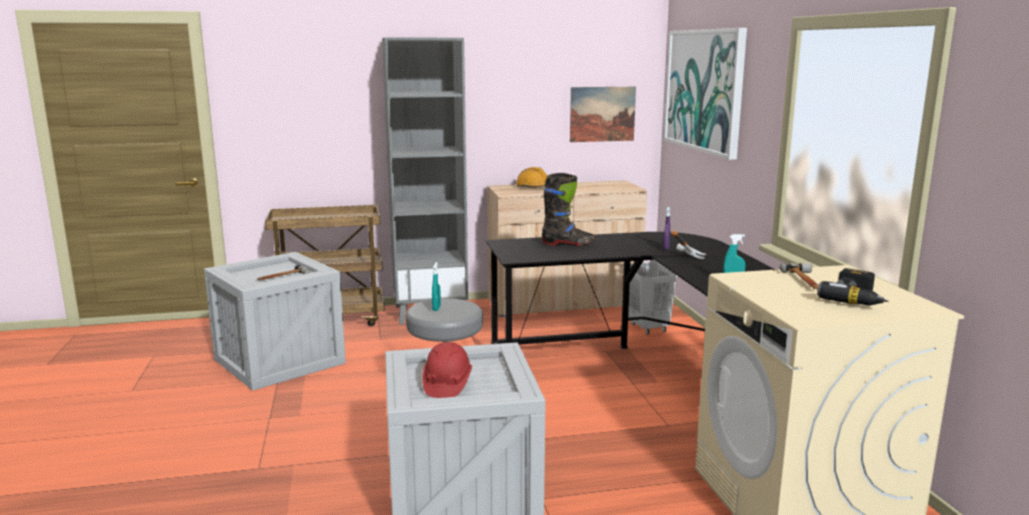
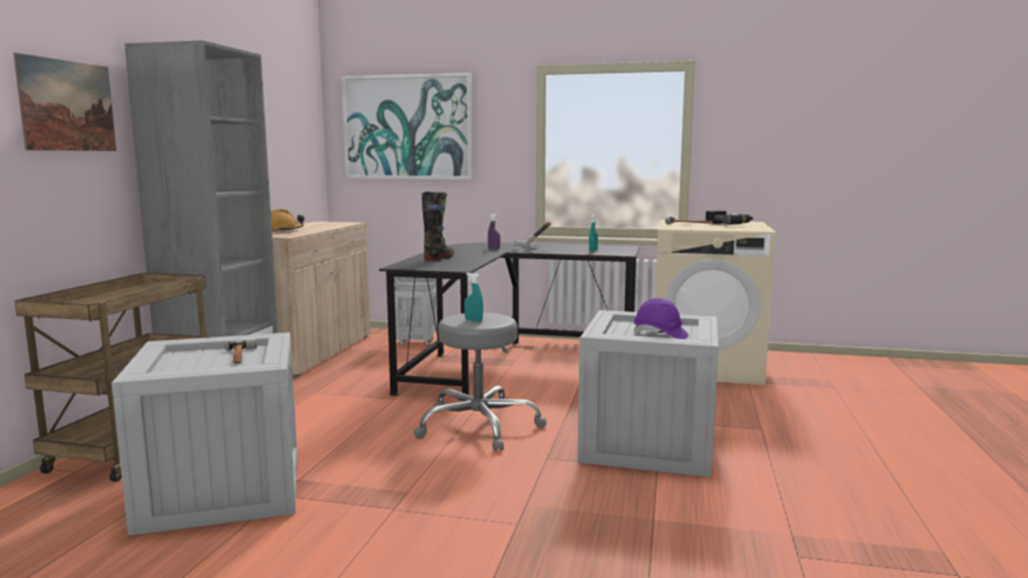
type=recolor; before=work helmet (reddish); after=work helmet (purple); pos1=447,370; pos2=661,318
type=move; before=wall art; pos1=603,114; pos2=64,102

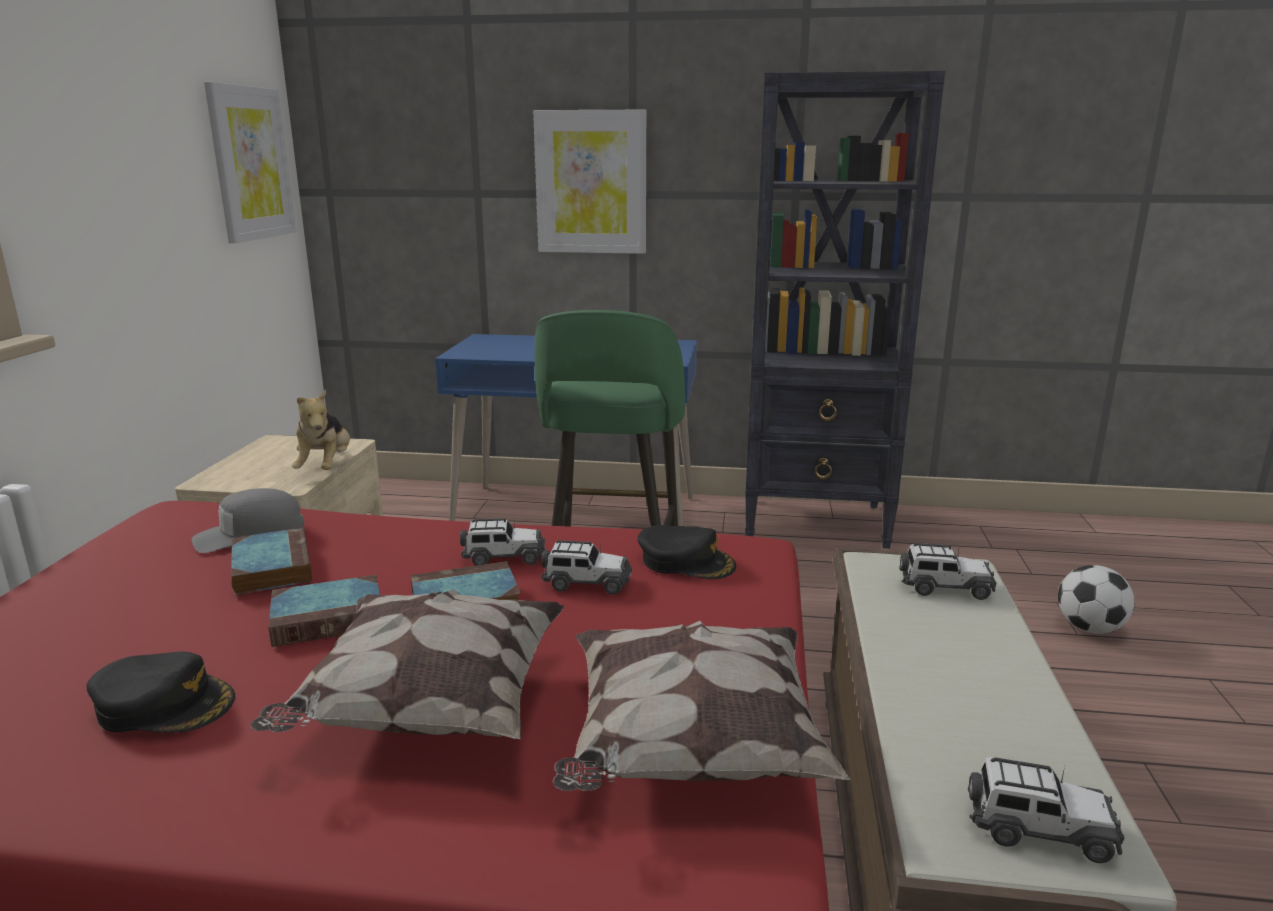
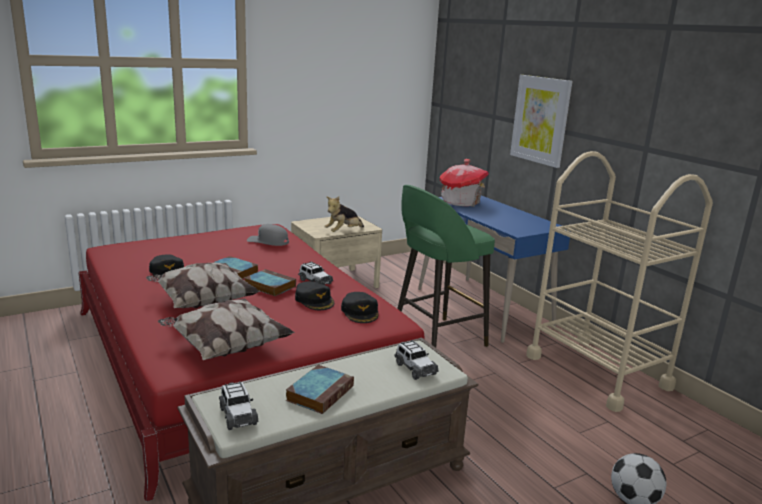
type=delete; before=wall art; pos1=250,162
type=move; before=volume; pos1=271,561; pos2=320,389
type=replace; before=model car; after=peaked cap (blackish); pos1=586,567; pos2=314,295
type=replace; before=bookcase (blackish); after=wheeled cart (beige); pos1=845,310; pos2=619,281
type=insert; after=miniature house; pos2=464,183

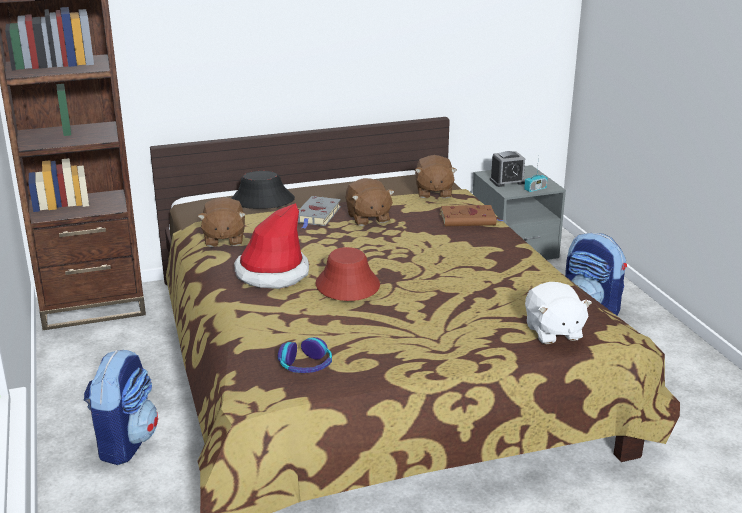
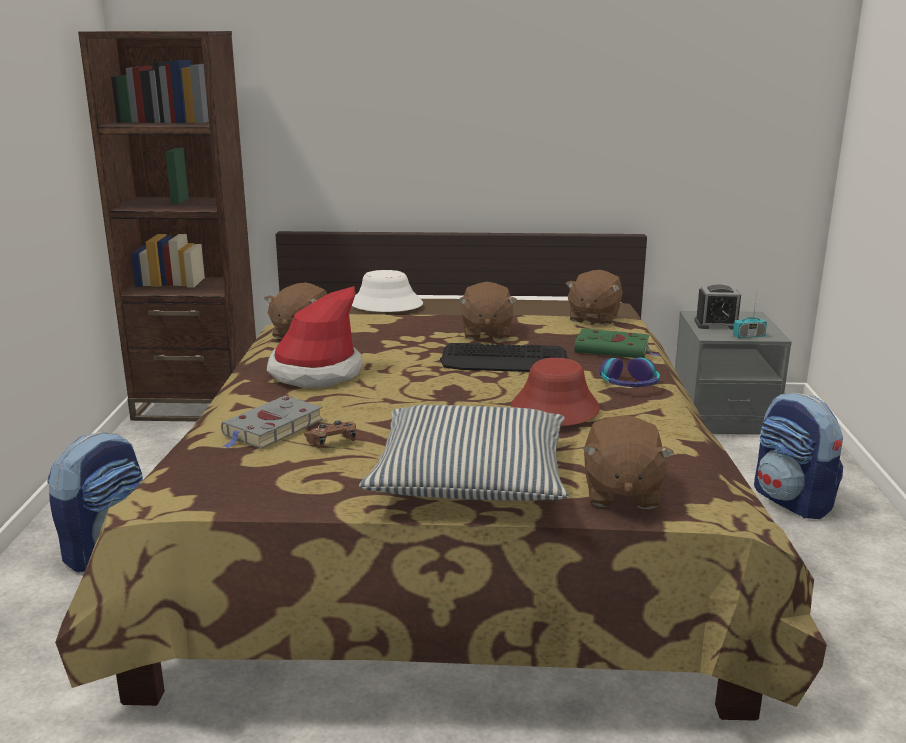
type=recolor; before=wearable hat (blackish); after=wearable hat (white); pos1=263,190; pos2=387,291
type=move; before=headset; pos1=305,355; pos2=630,372
type=move; before=volume (greyish); pos1=319,212; pos2=272,422
type=move; before=wearable hat (reddish); pos1=348,274; pos2=555,392
type=recolor; before=volume (brownish); after=volume (green-coloured); pos1=472,215; pos2=617,343
type=recolor; before=plush toy (white); after=plush toy (brownish); pos1=558,313; pos2=628,462
type=insert; after=joypad (brownish); pos2=330,434
type=insert; after=pillow; pos2=463,453
type=insert; after=PC keyboard; pos2=503,357

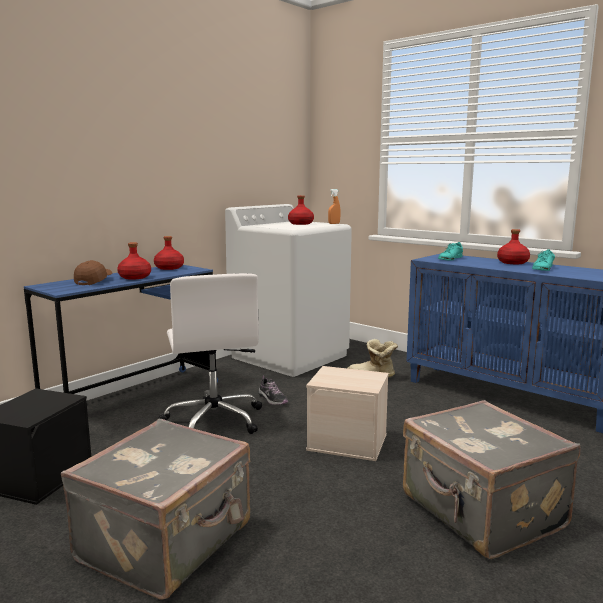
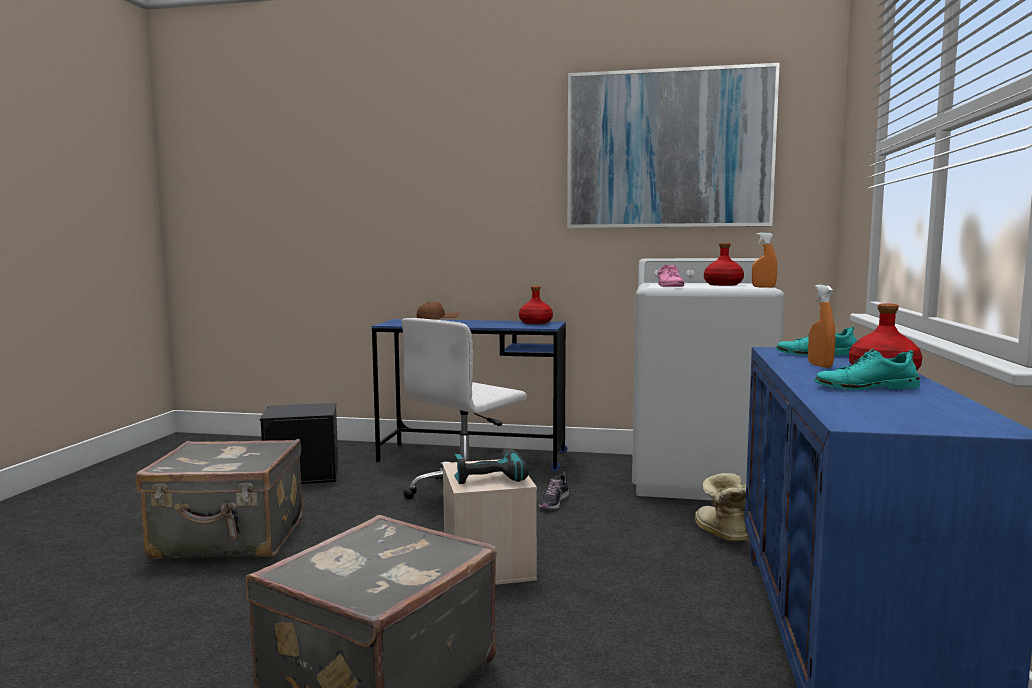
type=delete; before=beverage bottle (reddish); pos1=134,261
type=insert; after=electric drill; pos2=491,466
type=insert; after=wall art; pos2=673,145
type=insert; after=item of footwear (pinkish); pos2=671,276
type=insert; after=spray bottle (orange-coloured); pos2=821,326

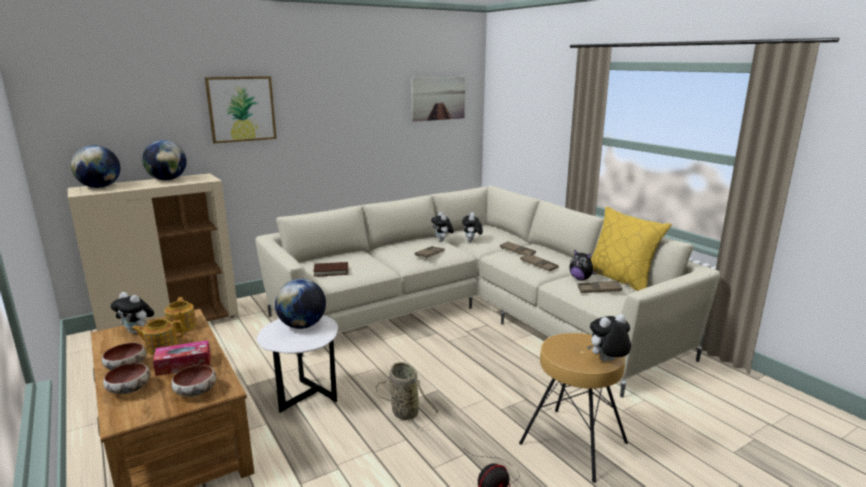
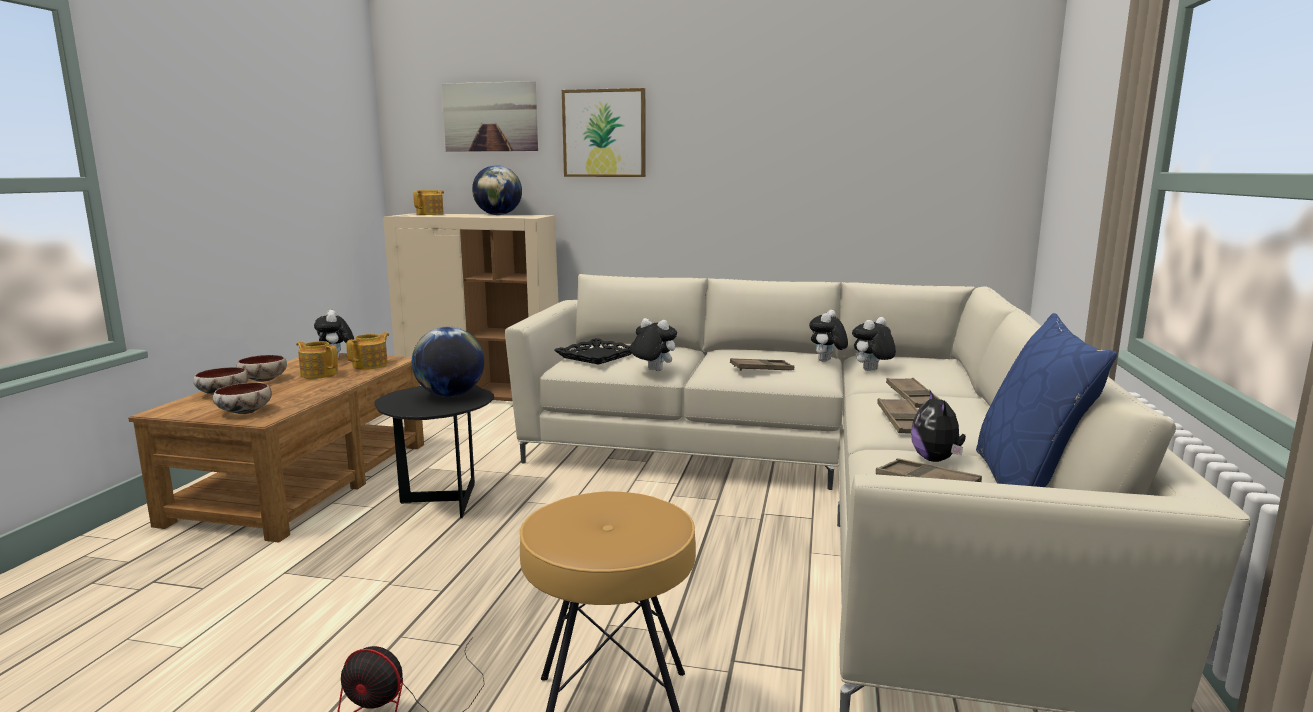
type=replace; before=desk globe; after=pot for tea; pos1=95,166; pos2=428,202
type=delete; before=tissue holder; pos1=182,358
type=recolor; before=side table (white); after=side table (blackish); pos1=297,364; pos2=434,451
type=replace; before=volume (brownish); after=serving tray (blackish); pos1=330,269; pos2=593,351
type=delete; before=storage basket; pos1=407,395
type=move; before=wall art; pos1=438,99; pos2=490,116
type=move; before=plush toy; pos1=609,337; pos2=653,344
type=recolor; before=pillow (yellow-coloured); after=pillow (blue-coloured); pos1=631,248; pos2=1046,400

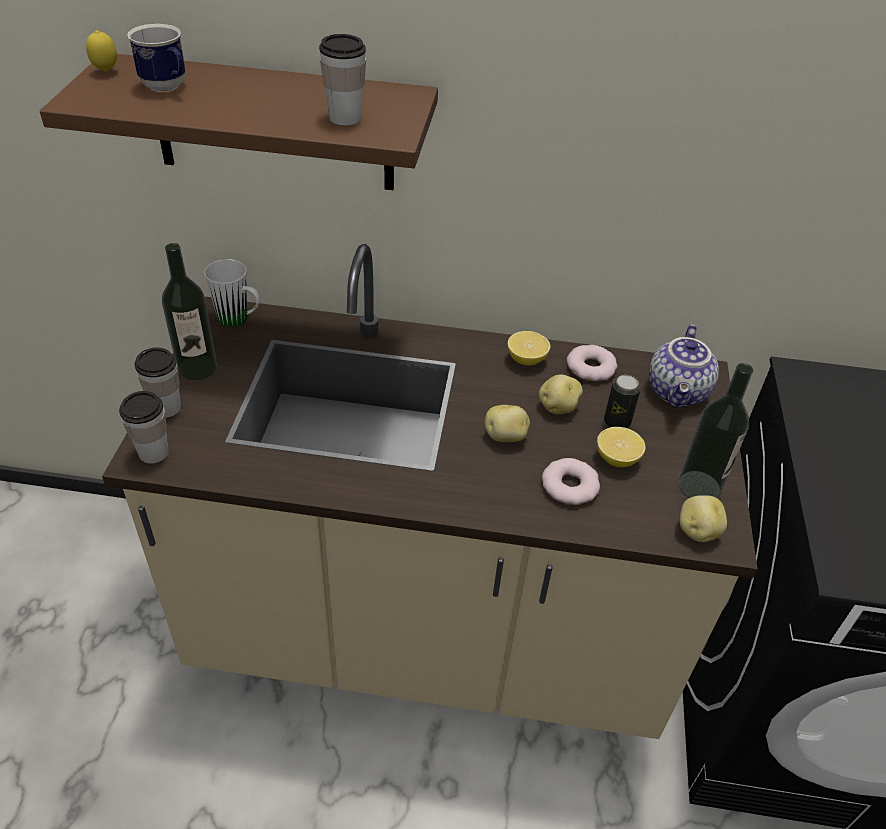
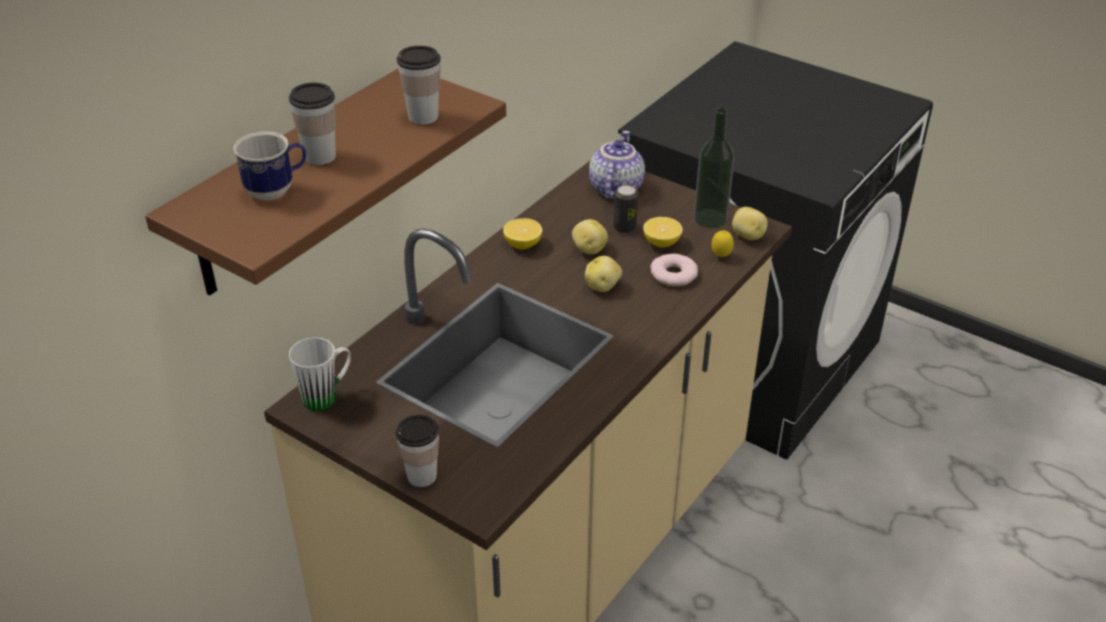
type=move; before=whole lemon; pos1=101,51; pos2=722,243
type=move; before=cup; pos1=144,427; pos2=312,123
type=delete; before=beverage bottle; pos1=189,311
type=delete; before=donut; pos1=591,363
type=rotate; before=pot for tea; pos1=684,366; pos2=617,165; turn=-120

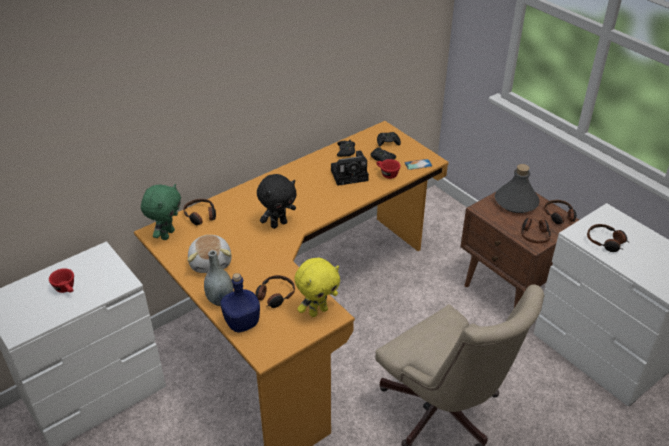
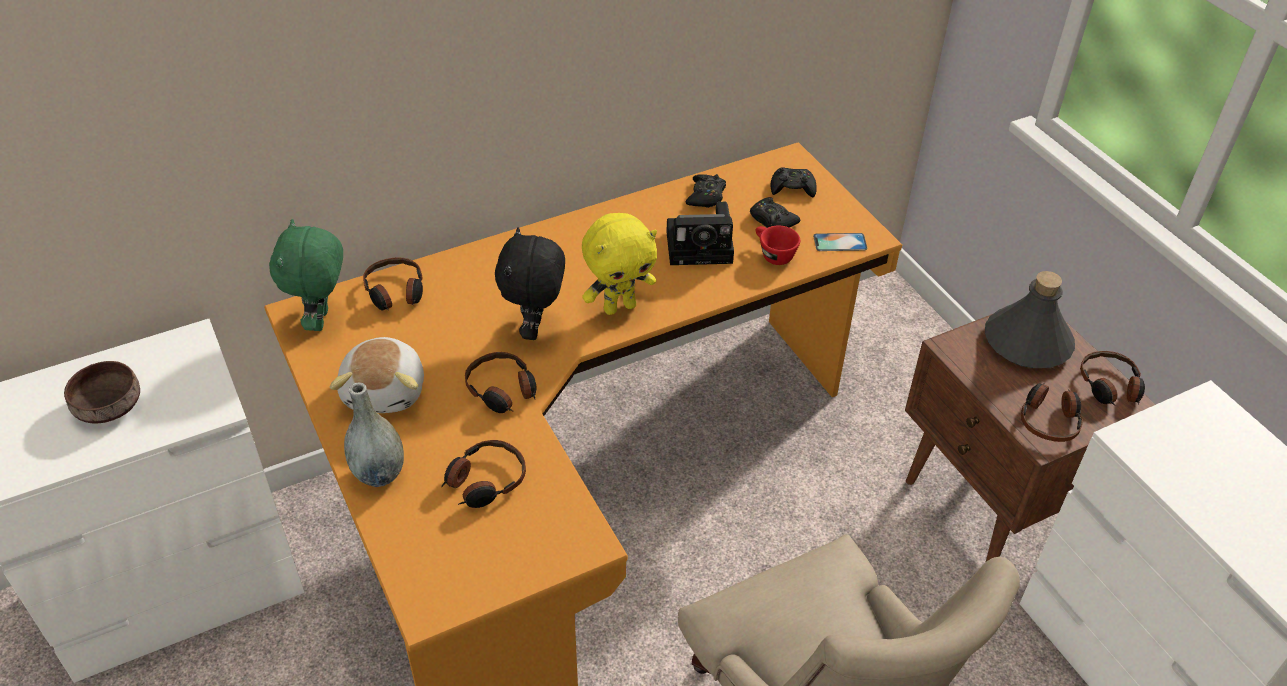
type=replace; before=cup (reddish); after=deep dish (brownish); pos1=61,280; pos2=102,392
type=rotate; before=plush toy (green-coloured); pos1=161,212; pos2=306,275; turn=150
type=delete; before=beverage bottle (blue-coloured); pos1=240,303
type=rotate; before=plush toy (blackish); pos1=277,201; pos2=530,283; turn=120
type=move; before=plush toy (yellow-coloured); pos1=317,287; pos2=619,264
type=move; before=headset; pos1=607,238; pos2=501,382

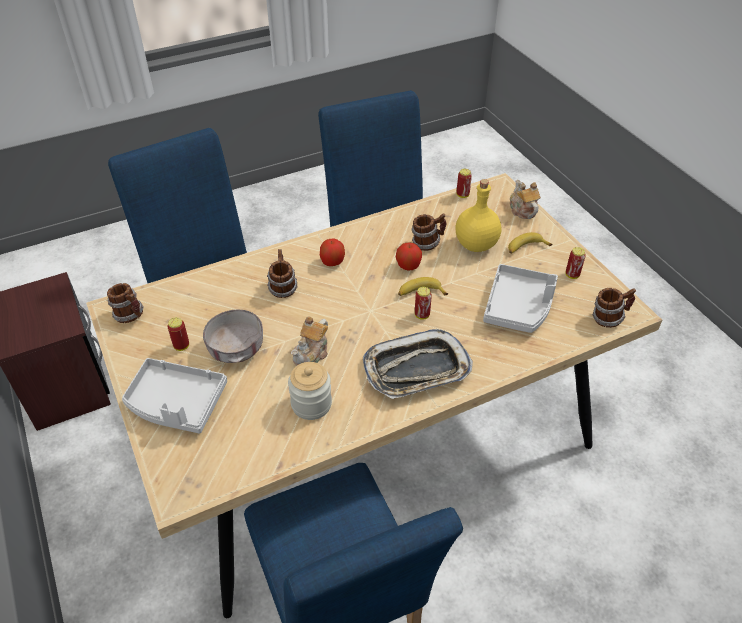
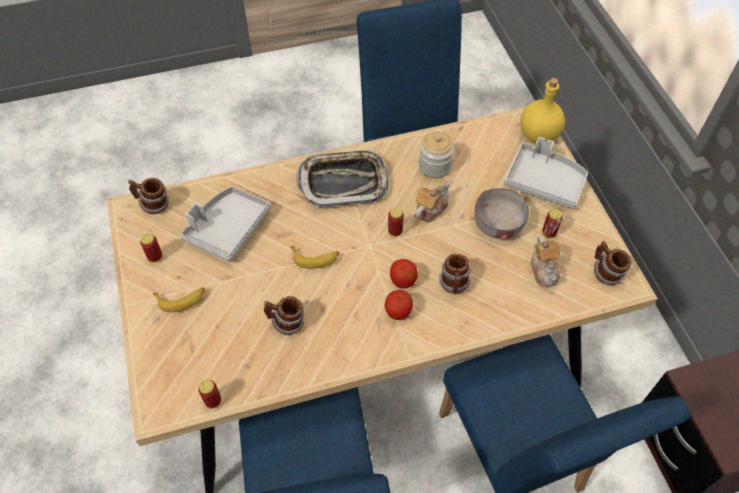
type=move; before=whole apple; pos1=409,256; pos2=404,274
type=move; before=metal can; pos1=423,303; pos2=396,222
type=move; before=beverage bottle (yellow-coloured); pos1=478,215; pos2=542,110
type=move; before=pot for tea; pos1=525,199; pos2=546,261

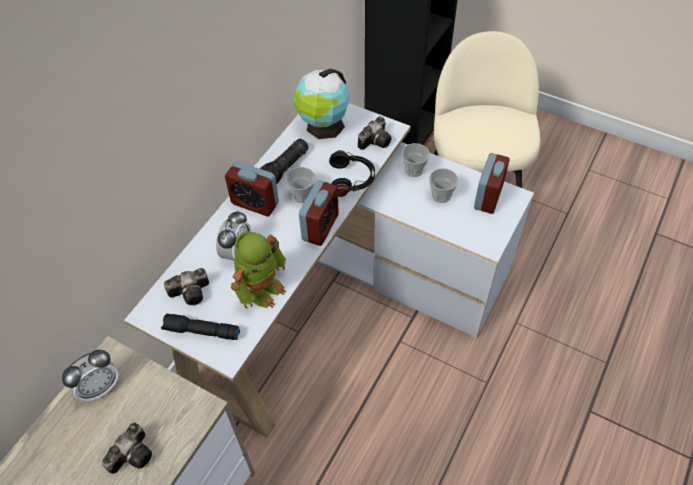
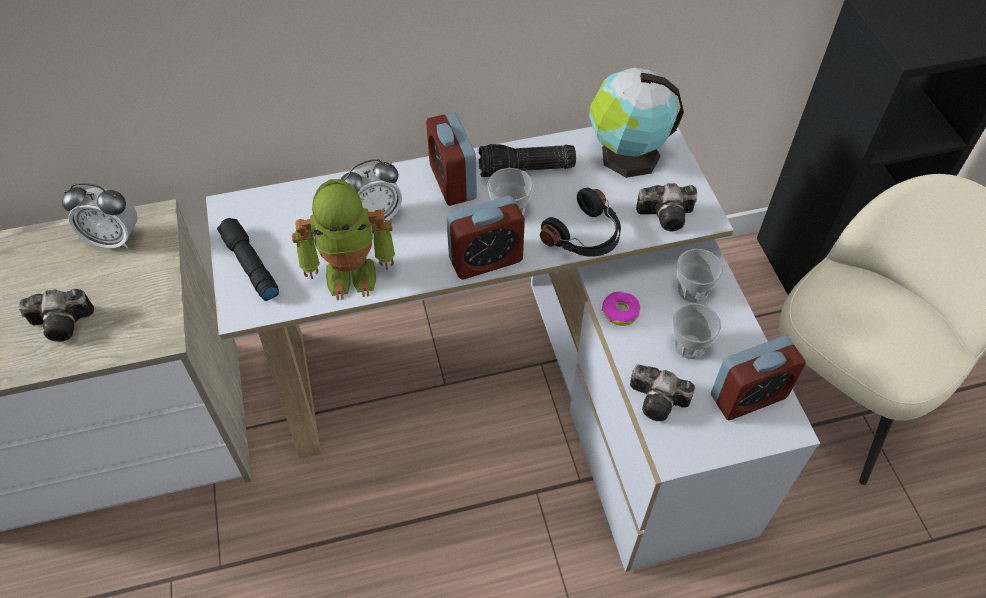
type=move; before=photo camera; pos1=186,286; pos2=662,393
type=insert; after=donut; pos2=621,309

